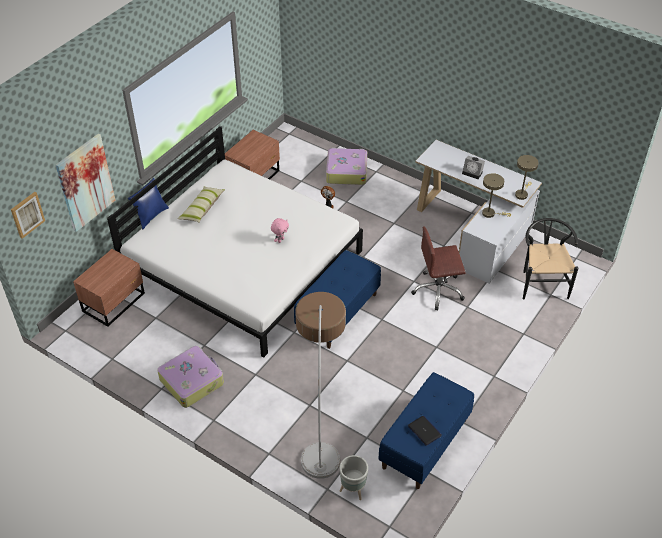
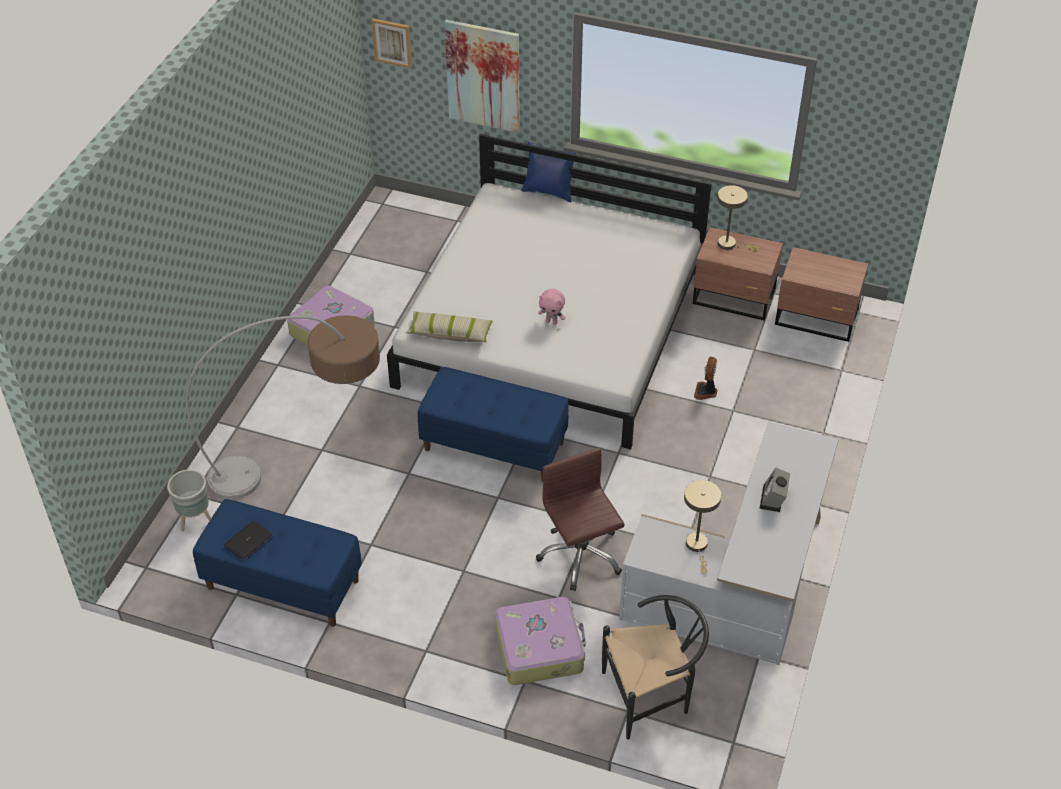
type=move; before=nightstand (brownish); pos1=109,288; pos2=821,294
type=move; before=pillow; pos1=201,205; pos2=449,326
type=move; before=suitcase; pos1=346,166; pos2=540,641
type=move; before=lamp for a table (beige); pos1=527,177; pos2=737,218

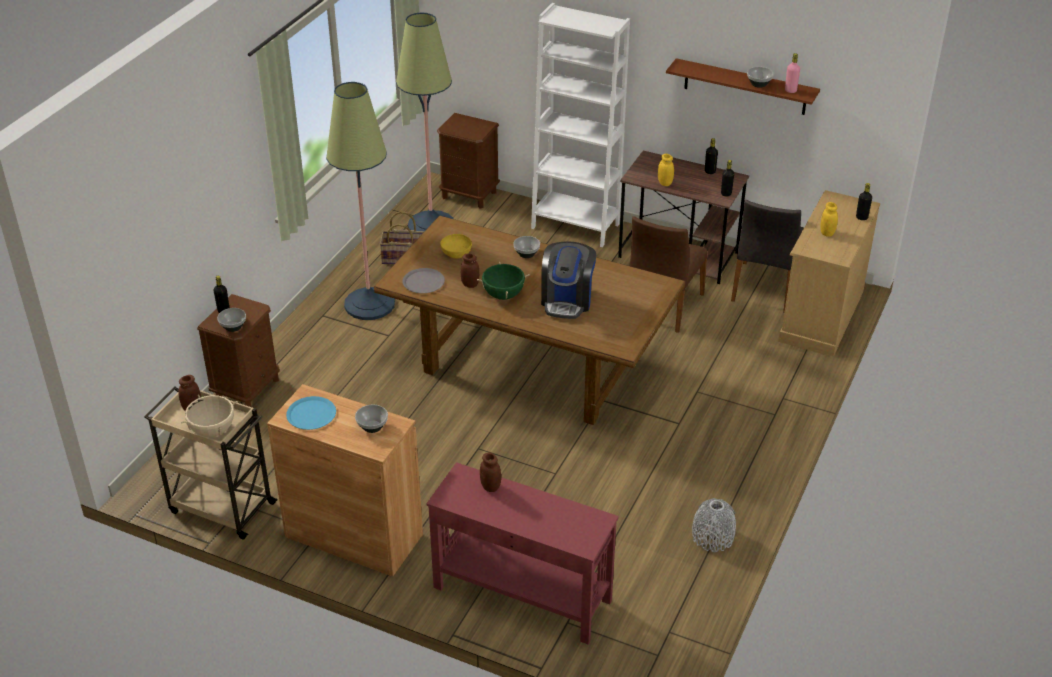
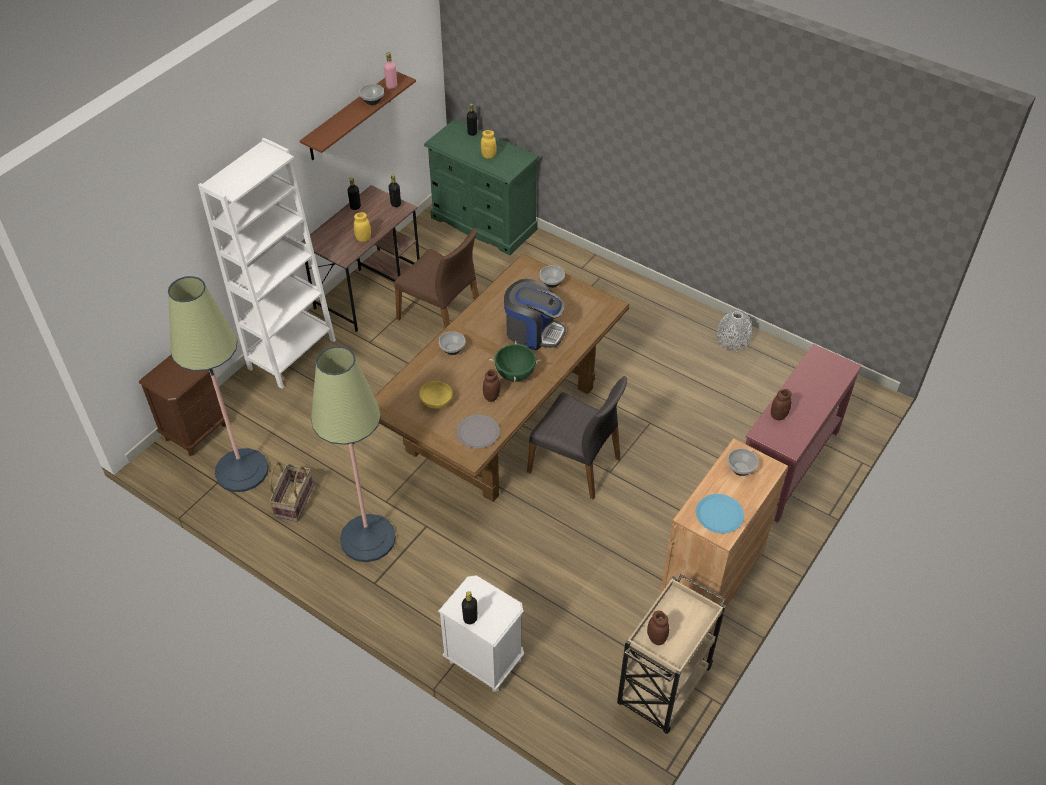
type=delete; before=saucepot (beige); pos1=209,416
type=recolor; before=nightstand (brownish); after=nightstand (white); pos1=238,350; pos2=481,633
type=move; before=deep dish; pos1=231,320; pos2=552,277
type=move; before=chair (greyish); pos1=767,256; pos2=577,438
type=recolor; before=dresser (beige); after=dresser (green-coloured); pos1=829,273; pos2=481,187

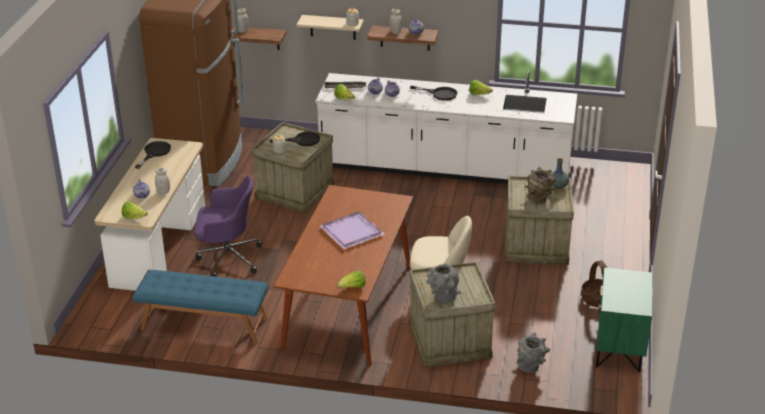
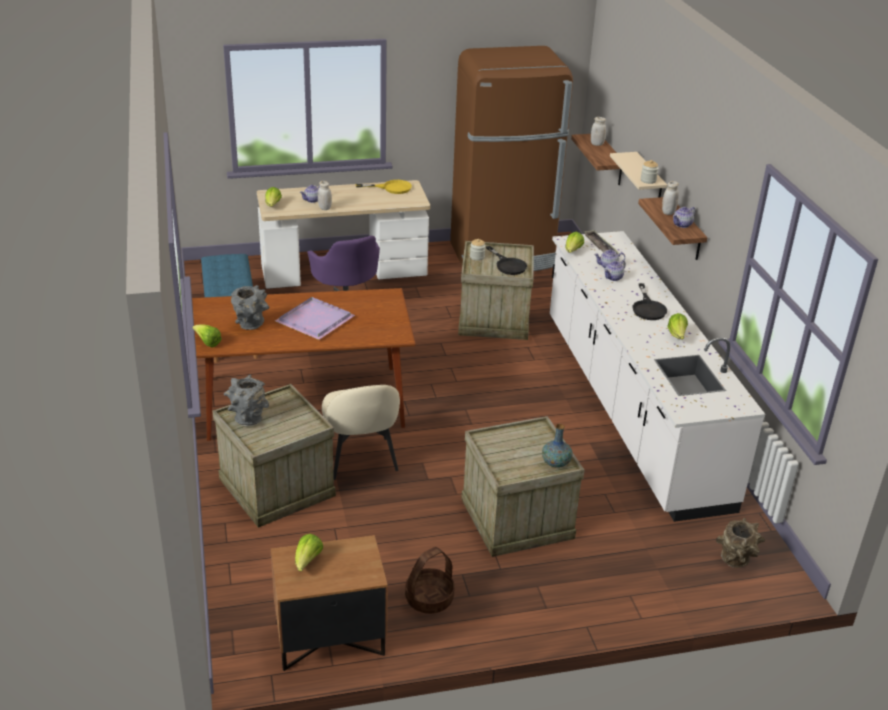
type=recolor; before=frying pan (blackish); after=frying pan (yellow-coloured); pos1=153,155; pos2=384,187
type=move; before=vase (greyish); pos1=533,352; pos2=250,307
type=move; before=vase (brownish); pos1=540,185; pos2=740,543
type=recolor; before=nightstand (green-coloured); after=nightstand (brownish); pos1=624,319; pos2=329,603
type=insert; after=lettuce head; pos2=309,552

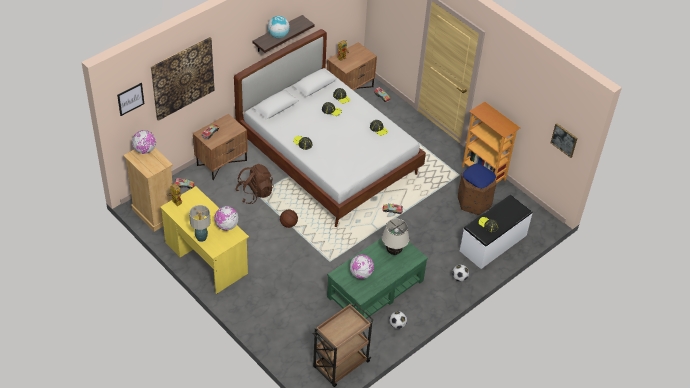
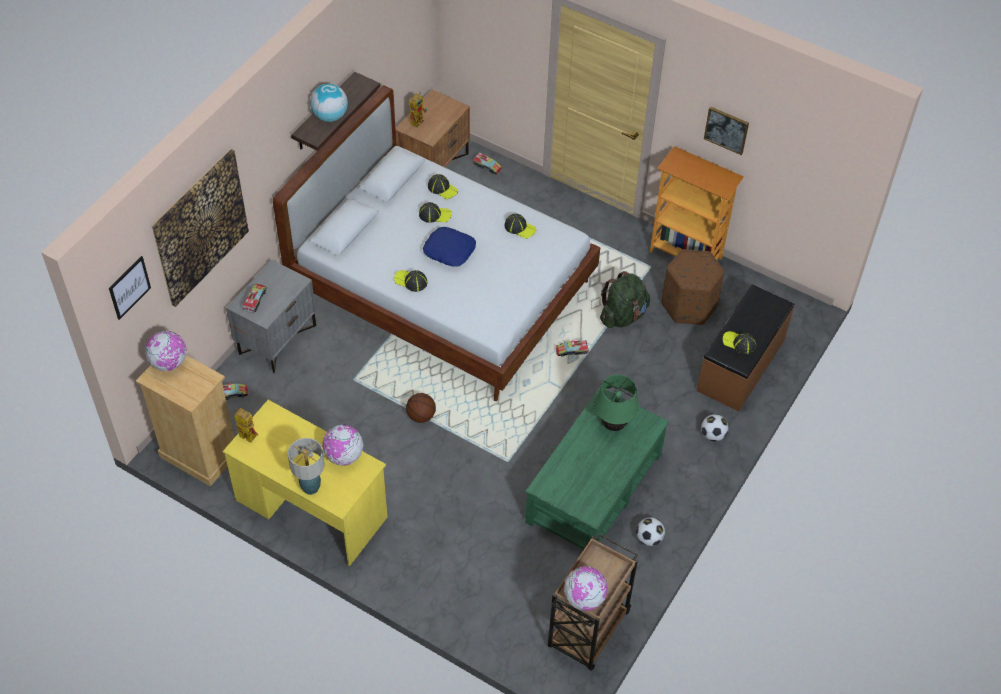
type=recolor; before=nightstand (brownish); after=nightstand (greyish); pos1=220,147; pos2=271,316
type=delete; before=rucksack (brownish); pos1=255,184
type=move; before=desk globe; pos1=362,266; pos2=586,588
type=recolor; before=lamp for a table (beige); after=lamp for a table (green-coloured); pos1=395,237; pos2=616,403
type=recolor; before=bench (white); after=bench (brownish); pos1=496,232; pos2=745,348
type=move; before=pillow (blue-coloured); pos1=479,176; pos2=449,247
type=move; before=wall art; pos1=564,140; pos2=726,130
type=insert; after=rucksack (green-coloured); pos2=625,299

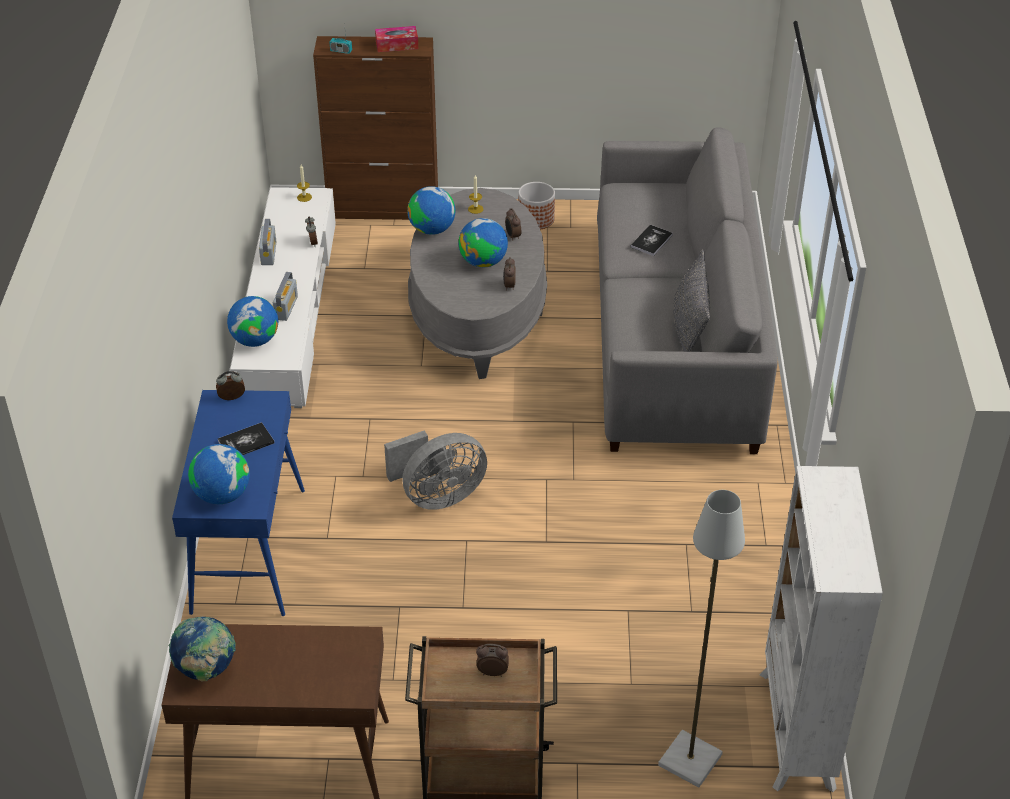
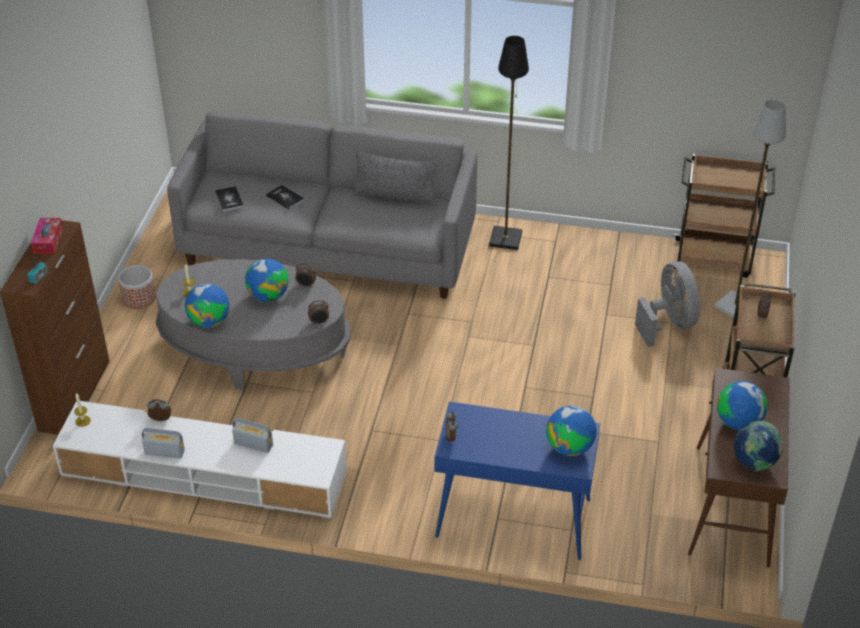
type=move; before=volume; pos1=246,438; pos2=229,198
type=move; before=desk globe; pos1=252,321; pos2=742,405
type=move; before=fan (greyish); pos1=435,470; pos2=667,304
type=move; before=bedside clock; pos1=513,224; pos2=318,312
type=replace; before=bookcase (white); after=wheeled cart (brownish); pos1=821,629; pos2=722,216
type=insert; after=standing lamp (blackish); pos2=509,143

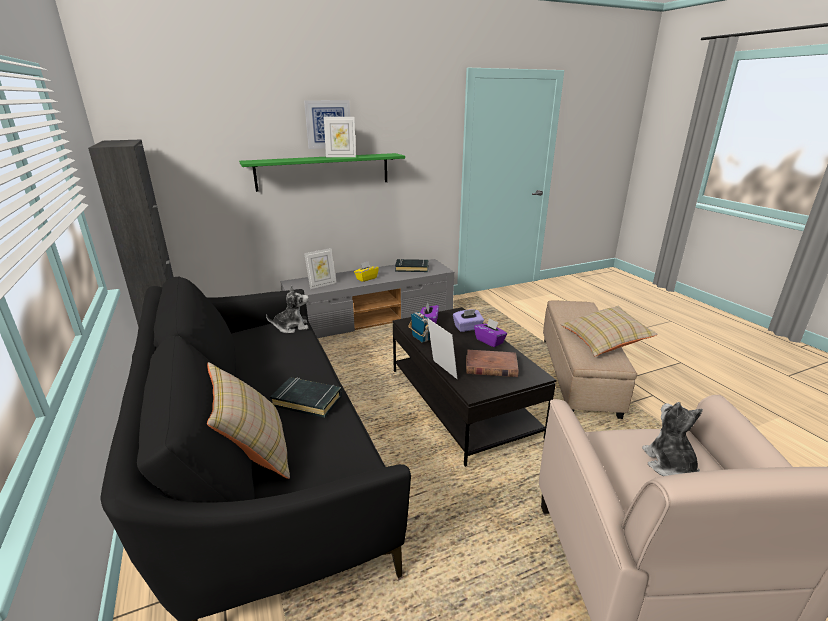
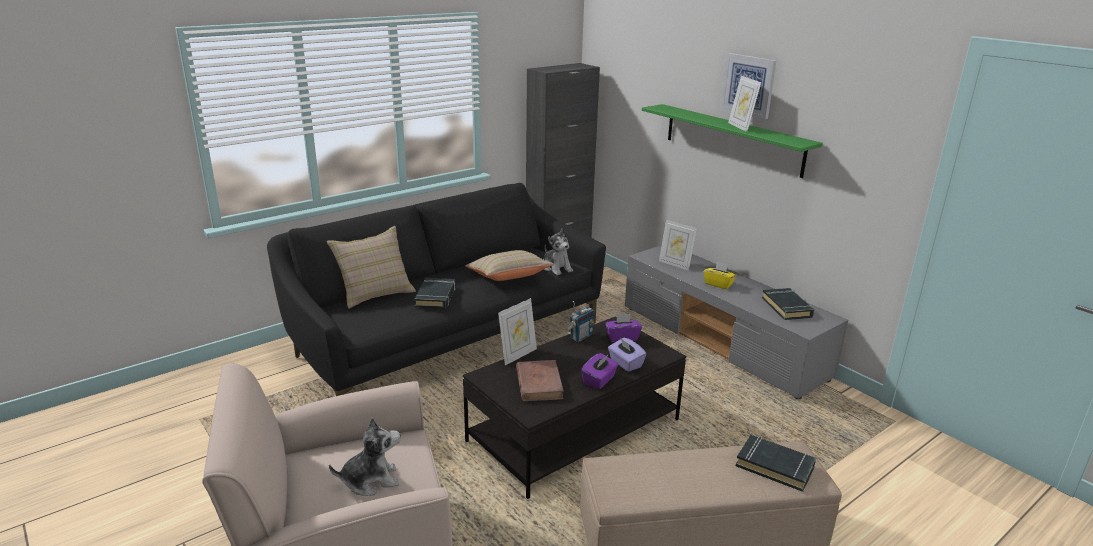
type=move; before=pillow (beige); pos1=609,331; pos2=509,265
type=insert; after=volume (blackish); pos2=776,463

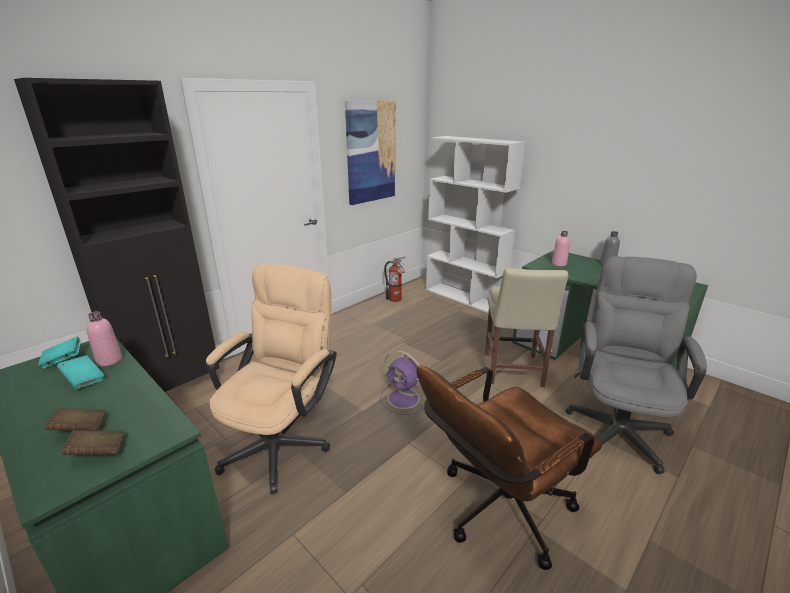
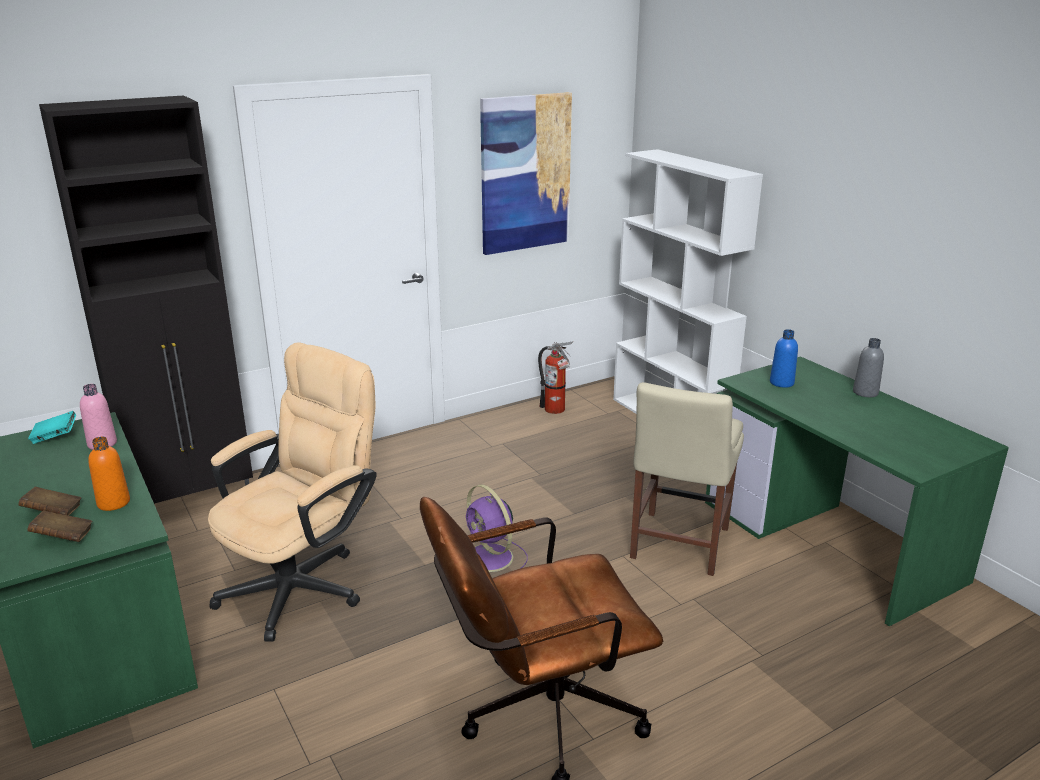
type=delete; before=volume (blue-green); pos1=80,372
type=recolor; before=beverage bottle (pinkish); after=beverage bottle (blue-coloured); pos1=561,249; pos2=784,358
type=delete; before=office chair (greyish); pos1=636,365
type=insert; after=beverage bottle (orange-coloured); pos2=109,473

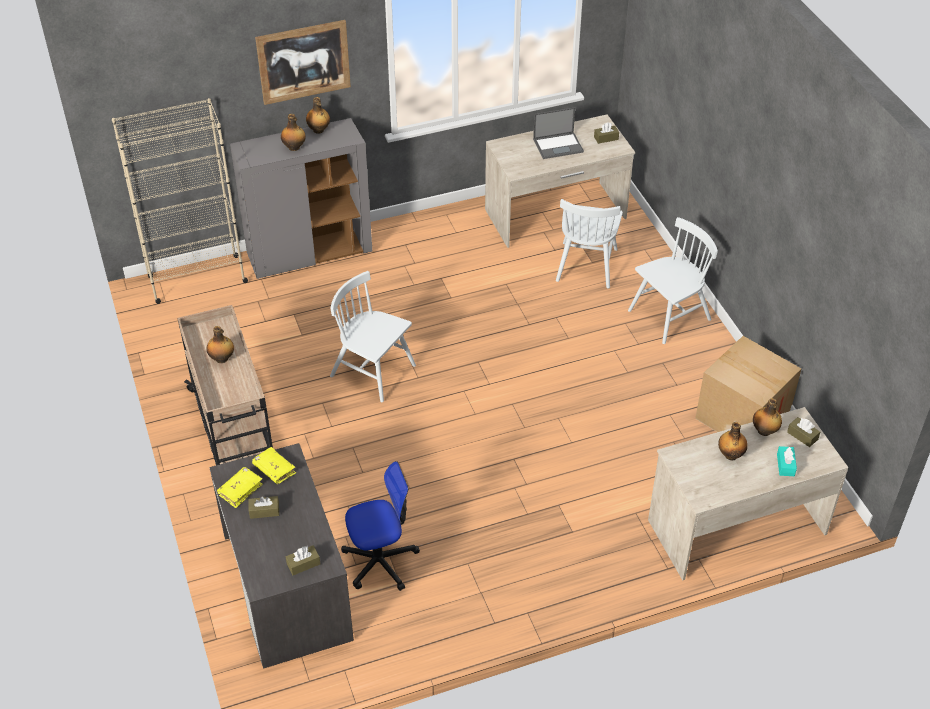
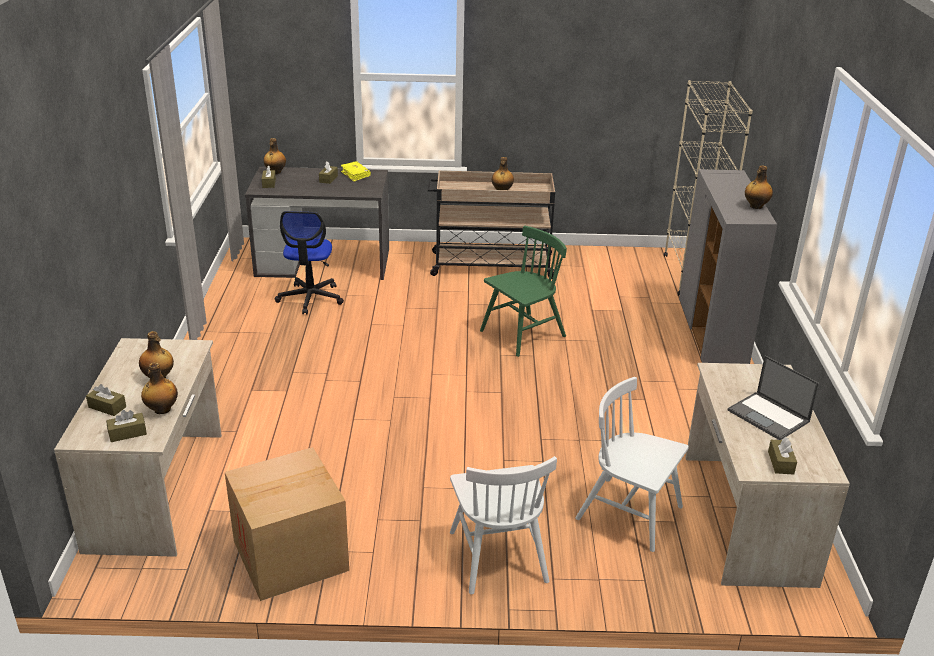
type=delete; before=volume (yellow-coloured); pos1=274,465
type=delete; before=wall art; pos1=303,62
type=move; before=beverage bottle; pos1=293,132; pos2=275,156
type=recolor; before=chair (white); after=chair (green-coloured); pos1=373,336; pos2=523,291
type=rotate; before=notebook computer; pos1=558,133; pos2=773,398; turn=-45
type=recolor; before=tissue holder (blue-green); after=tissue holder (brownish); pos1=787,461; pos2=106,400

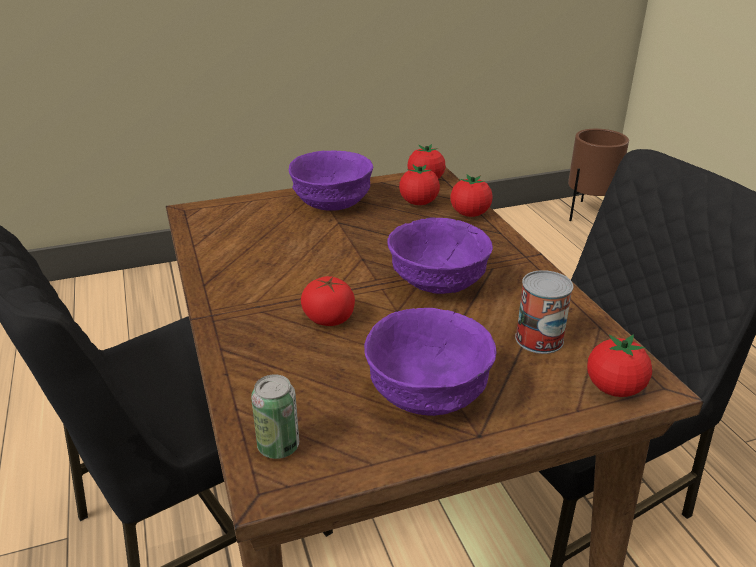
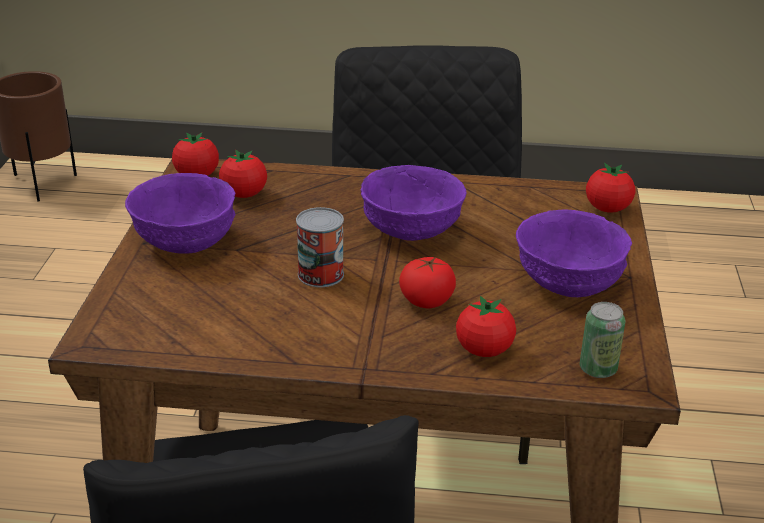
type=move; before=whole tomato; pos1=471,195; pos2=486,326
type=move; before=metal can; pos1=544,312; pos2=320,247

